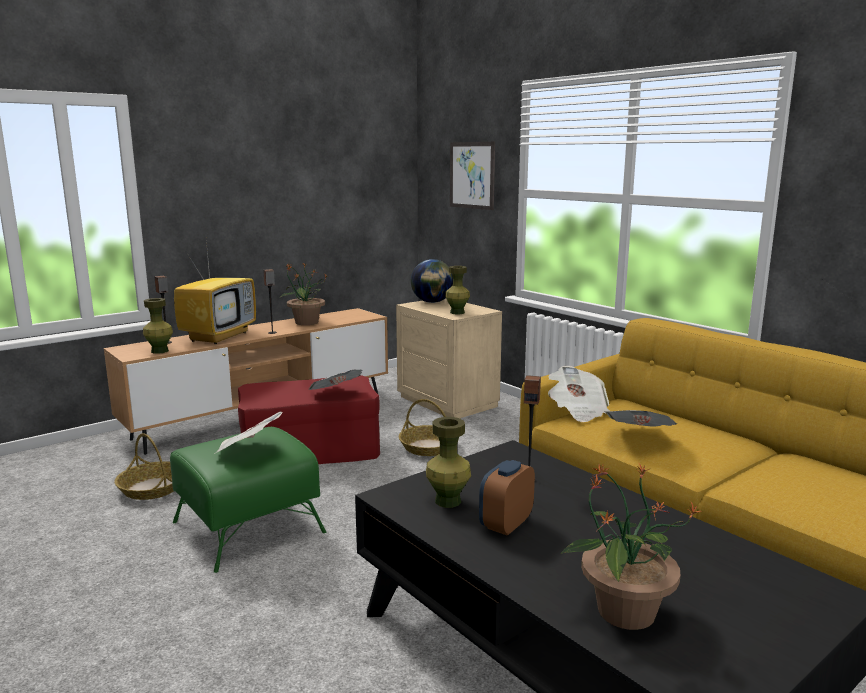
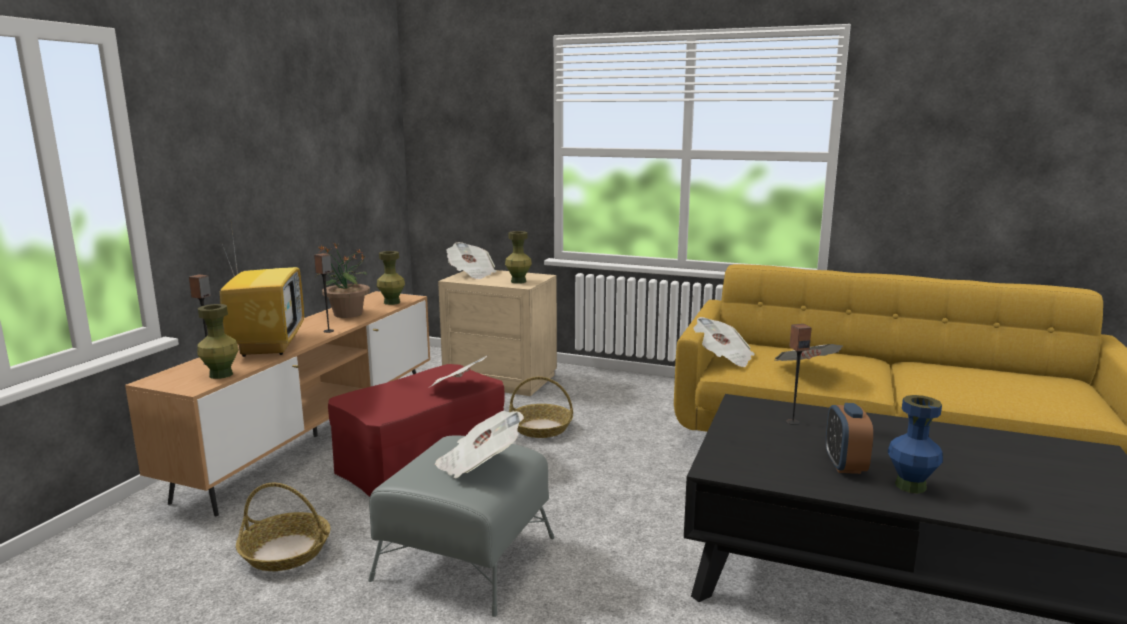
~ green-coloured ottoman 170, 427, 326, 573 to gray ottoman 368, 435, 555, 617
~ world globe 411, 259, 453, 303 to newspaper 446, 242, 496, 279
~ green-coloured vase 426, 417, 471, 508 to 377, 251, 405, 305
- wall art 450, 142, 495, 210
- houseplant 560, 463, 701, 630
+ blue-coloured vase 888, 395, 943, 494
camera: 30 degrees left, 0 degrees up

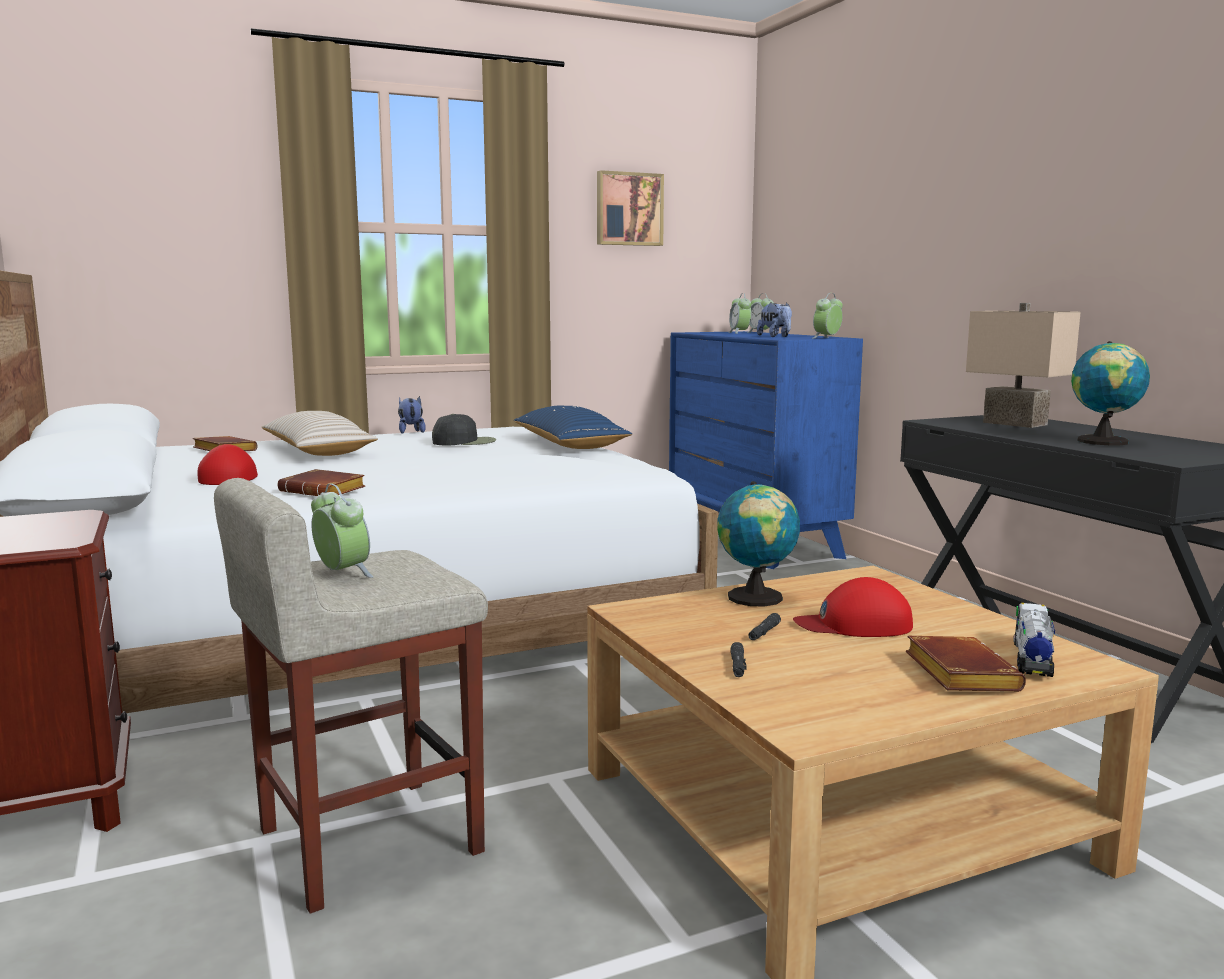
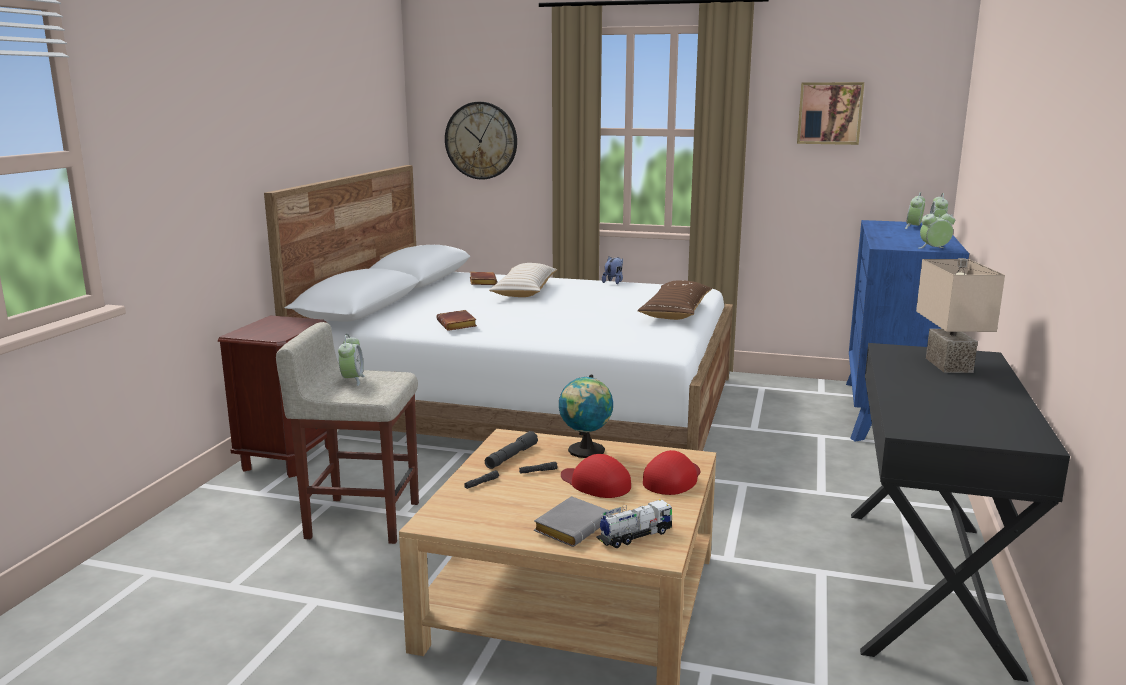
~ red baseball cap 197, 444, 258, 485 to 643, 450, 700, 495
- blackish baseball cap 432, 414, 496, 446
~ blue-coloured cushion 514, 406, 632, 449 to brown cushion 637, 280, 712, 320
- soft toy 757, 302, 792, 337
~ brown book 906, 636, 1026, 692 to gray book 534, 496, 608, 547
- world globe 1071, 341, 1150, 445
+ hanging clock 445, 102, 517, 180
+ gray torch 485, 431, 538, 469
camera: 40 degrees right, 5 degrees up

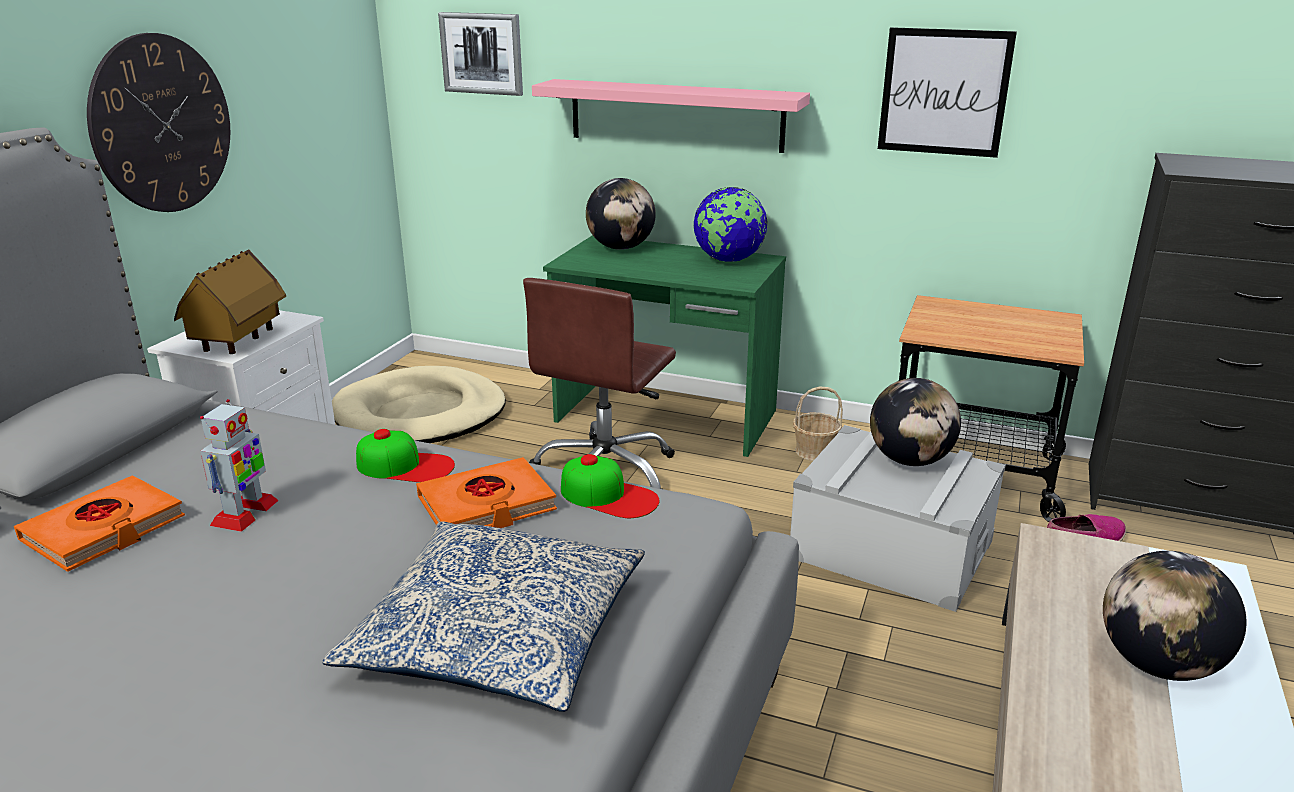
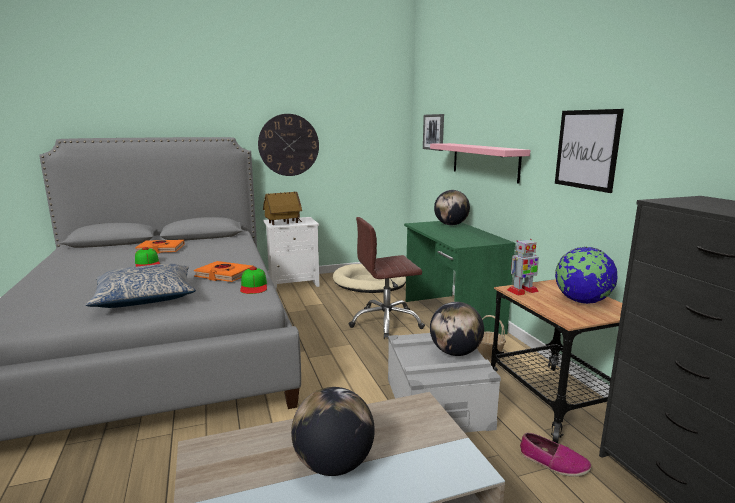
~ robot figure 200, 399, 279, 532 to 507, 239, 539, 296
~ baseball cap 356, 429, 455, 482 to 135, 247, 160, 267
~ world globe 694, 187, 767, 262 to 555, 247, 617, 304
camera: 50 degrees right, 10 degrees down

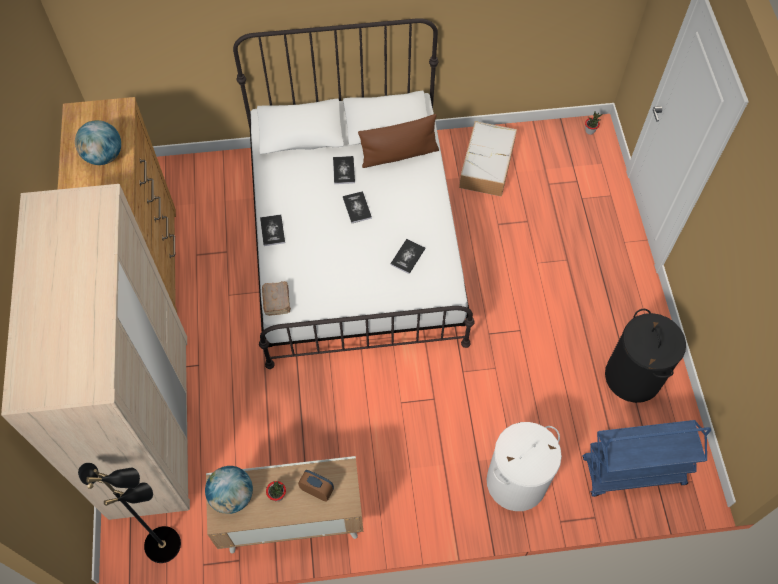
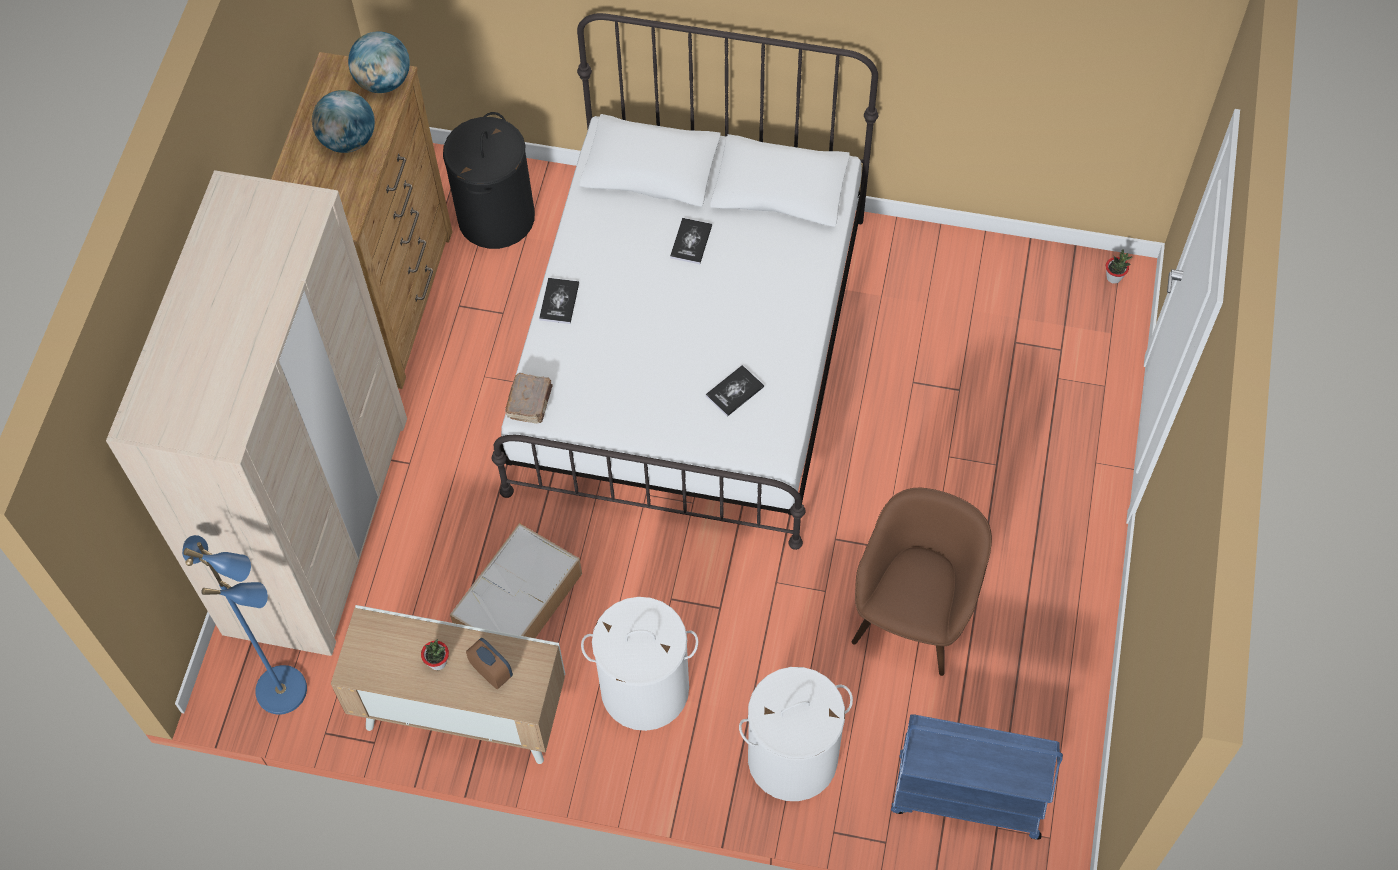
~ blackish standard lamp 78, 463, 181, 563 to blue-coloured standard lamp 182, 535, 307, 715
~ world globe 205, 466, 253, 514 to 348, 31, 410, 93
- book 343, 191, 372, 223
- brown cushion 358, 114, 439, 168
~ storage container 459, 121, 517, 197 to 450, 523, 582, 638
~ blackish laundry basket 605, 309, 686, 403 to 443, 112, 535, 249
+ white-coloured laundry basket 581, 597, 698, 731
+ brown lounge chair 852, 488, 992, 676
camera: 20 degrees right, 0 degrees up

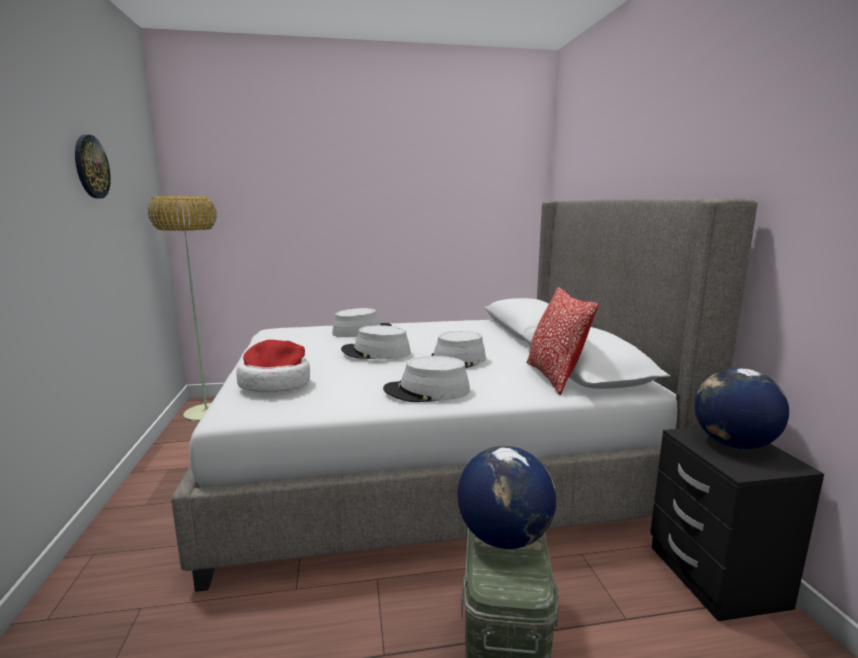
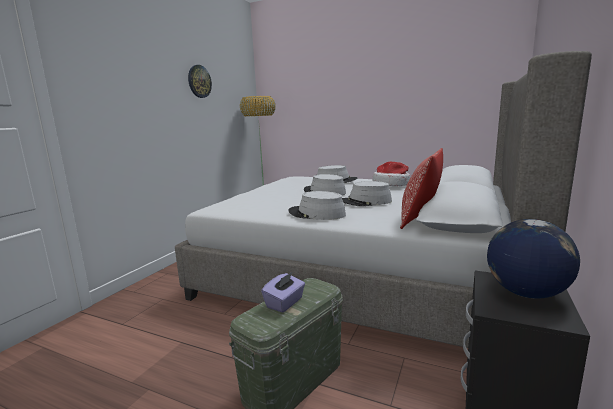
~ clothing hat 237, 340, 310, 392 to 373, 161, 410, 186
~ world globe 458, 446, 556, 549 to purple-coloured box of tissues 261, 272, 305, 313
camera: 35 degrees right, 0 degrees up

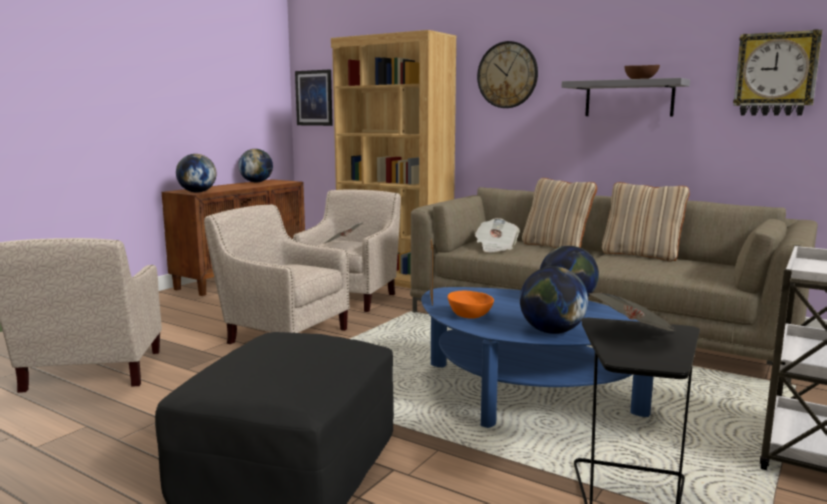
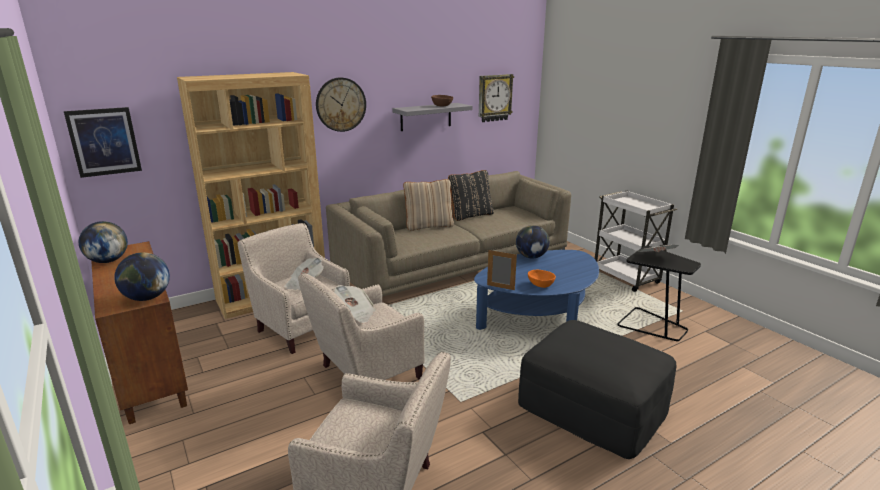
~ newspaper 475, 218, 520, 253 to 334, 285, 376, 323
- world globe 520, 266, 588, 334
~ beige-coloured cushion 602, 182, 690, 261 to blackish cushion 448, 170, 494, 221
camera: 65 degrees left, 10 degrees up

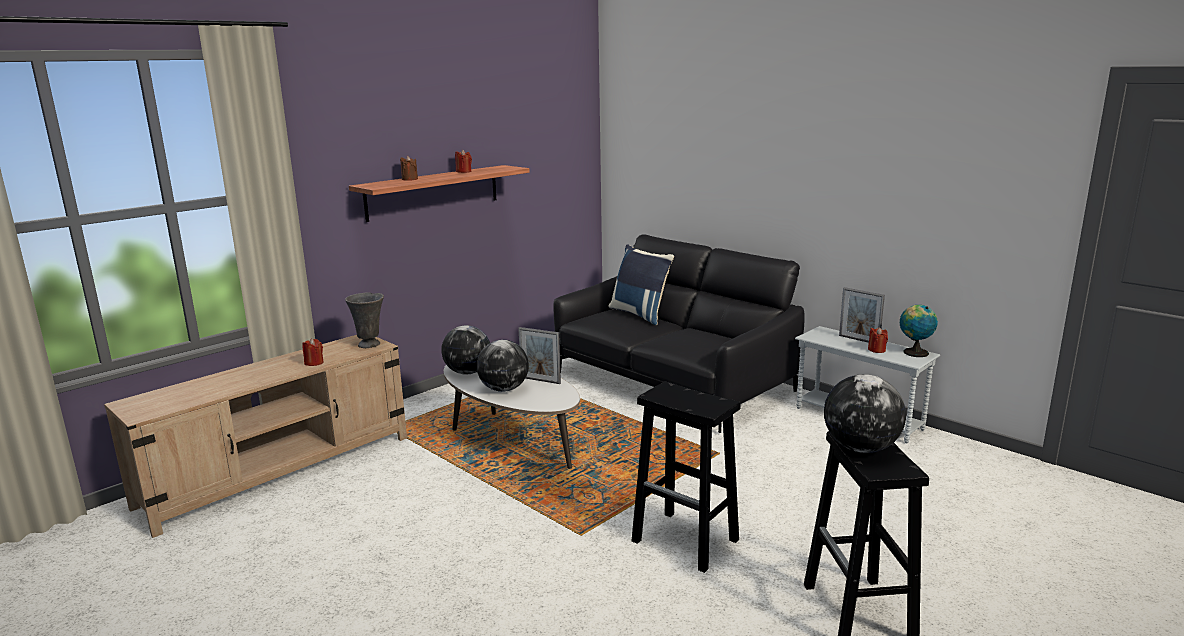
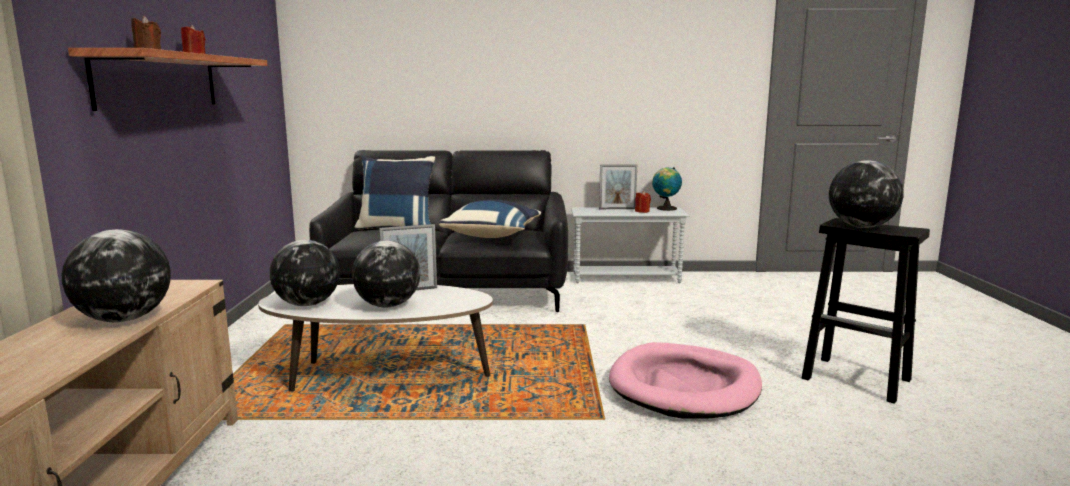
~ red candle 302, 338, 324, 366 to world globe 62, 229, 171, 322
- gray vase 345, 292, 384, 348
~ blackish stool seat 632, 382, 740, 573 to pinkish dog bed 609, 342, 762, 418
+ blue-coloured cushion 439, 200, 541, 238
camera: 45 degrees left, 5 degrees down

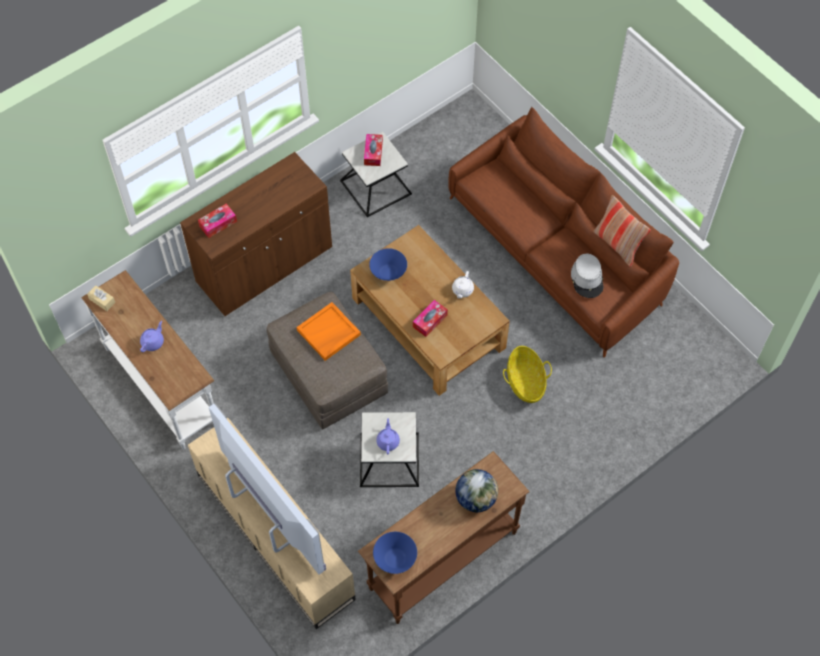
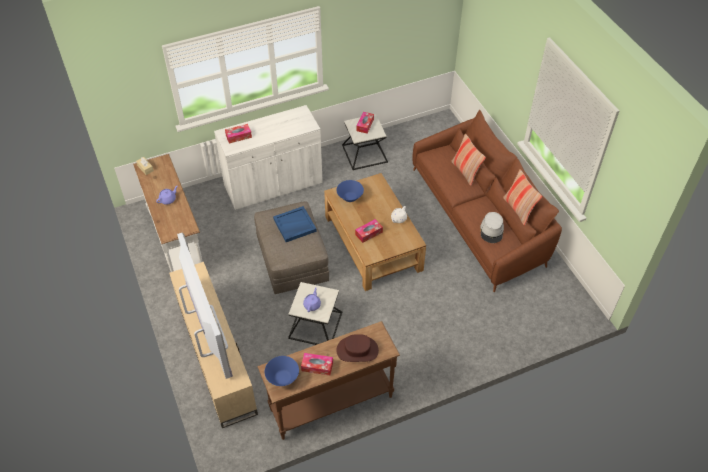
~ brown storage cabinet 180, 152, 332, 316 to white-coloured storage cabinet 214, 105, 323, 210
~ orange carrying tray 296, 302, 361, 361 to blue-coloured carrying tray 273, 206, 317, 242
~ world globe 455, 469, 498, 512 to brown clothing hat 336, 334, 379, 362
- household basket 503, 346, 552, 403
+ box of tissues 301, 353, 333, 375
+ cushion 451, 134, 486, 186
camera: 15 degrees right, 10 degrees down

